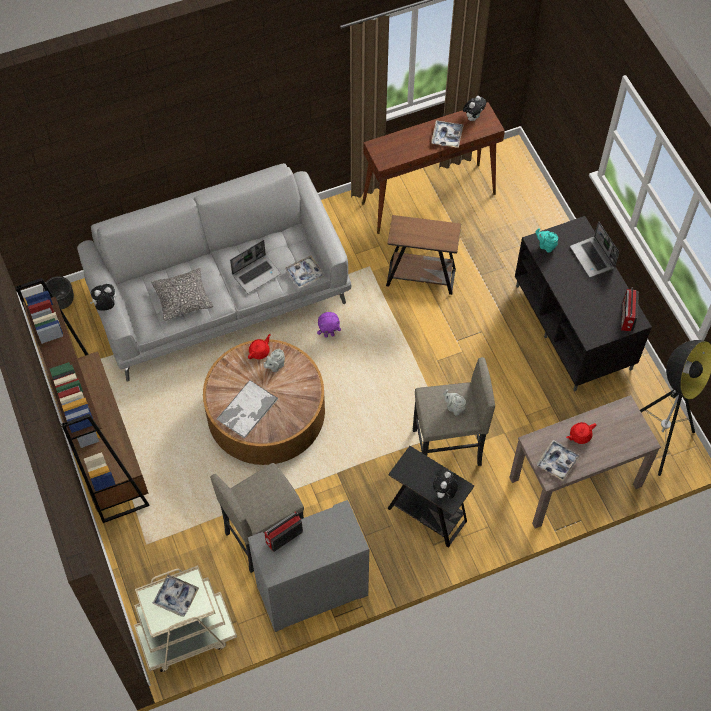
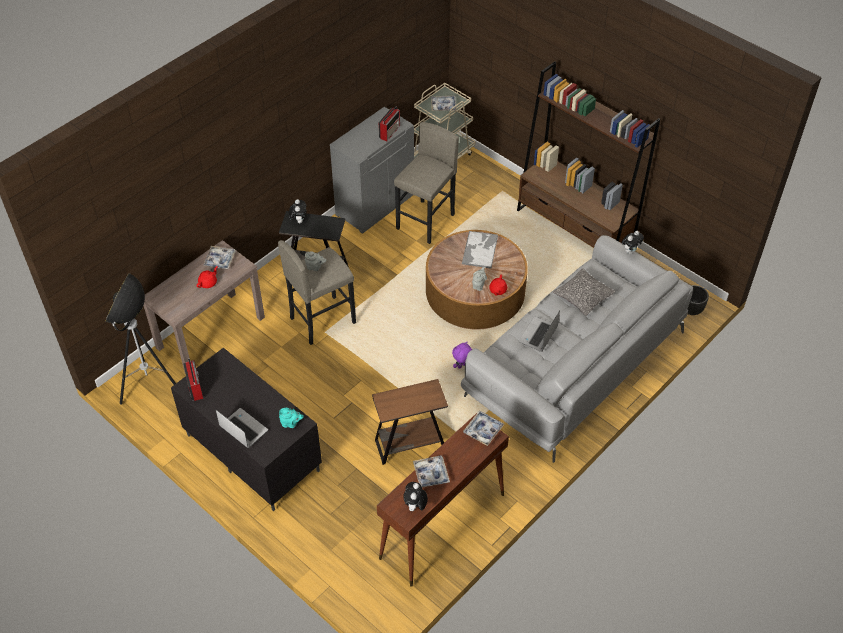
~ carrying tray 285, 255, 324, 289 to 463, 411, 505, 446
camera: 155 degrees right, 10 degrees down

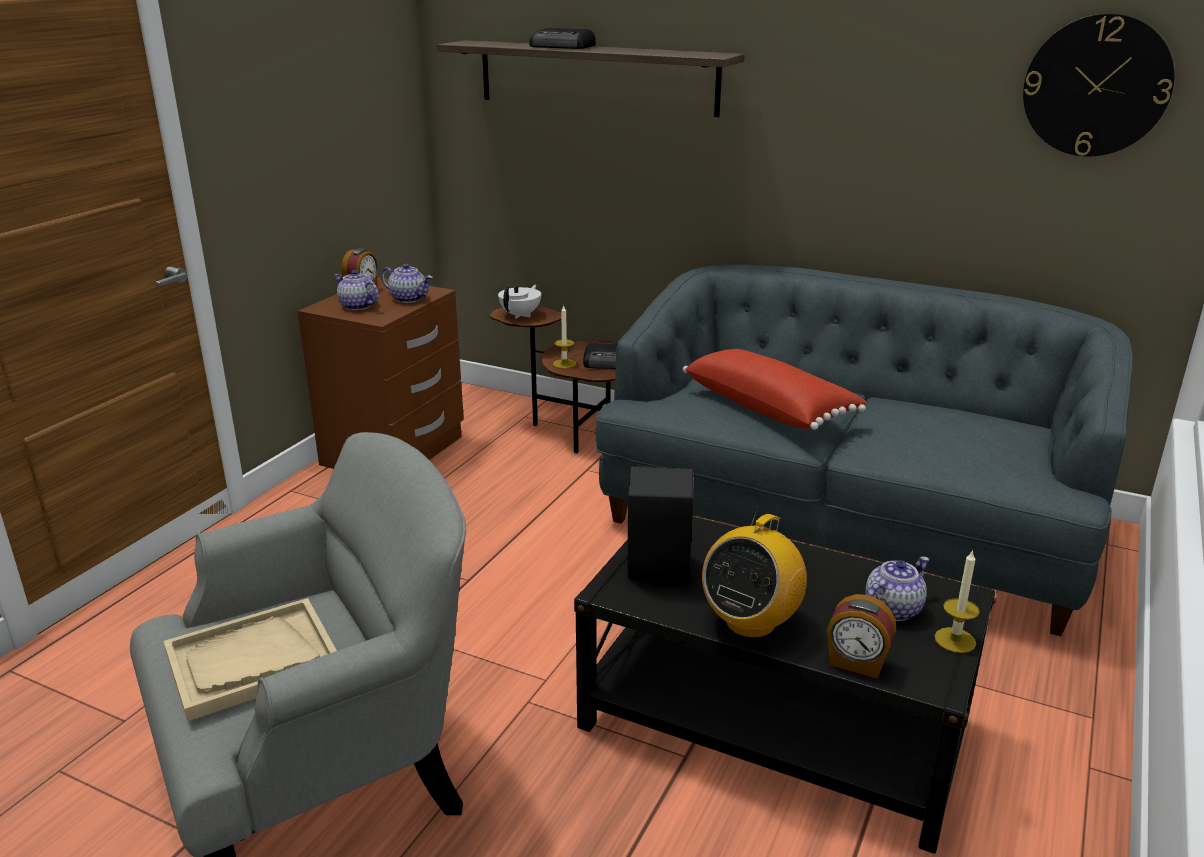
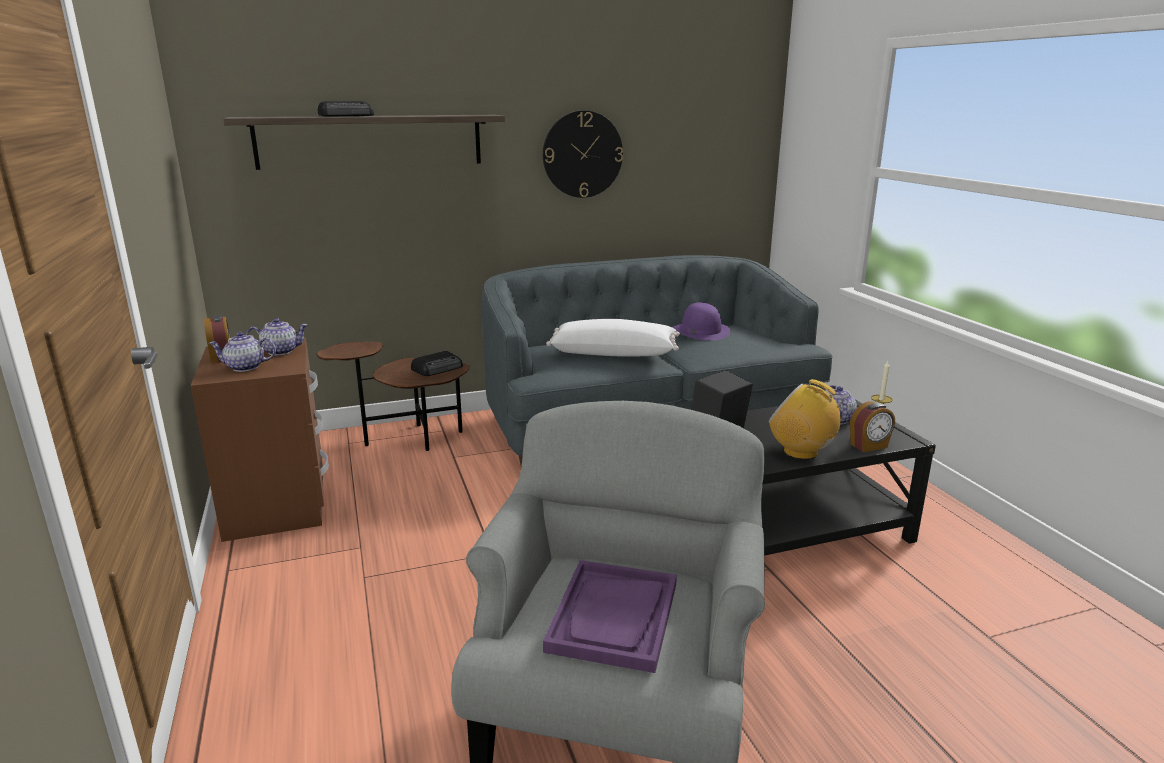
~ beige-coloured carrying tray 164, 598, 337, 721 to purple-coloured carrying tray 543, 560, 677, 673
- white-coloured teapot 498, 285, 541, 319
- candle 553, 304, 576, 368
~ red cushion 683, 349, 867, 430 to white-coloured cushion 546, 319, 680, 356
~ radio receiver 702, 510, 807, 639 = 769, 379, 851, 460 135 degrees clockwise
~ hanging clock 1023, 14, 1175, 157 to 543, 111, 623, 198
+ purple-coloured clothing hat 673, 302, 730, 340
camera: 45 degrees left, 5 degrees down

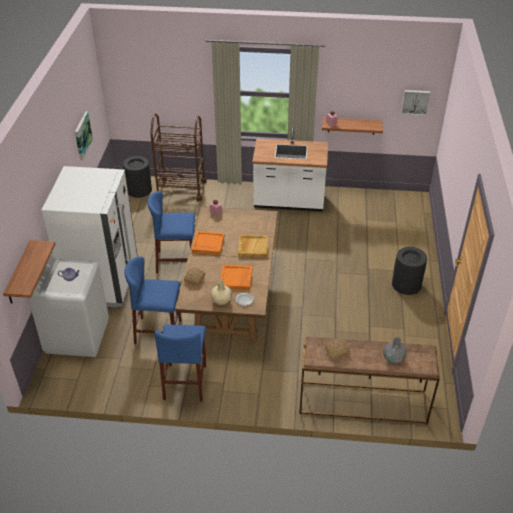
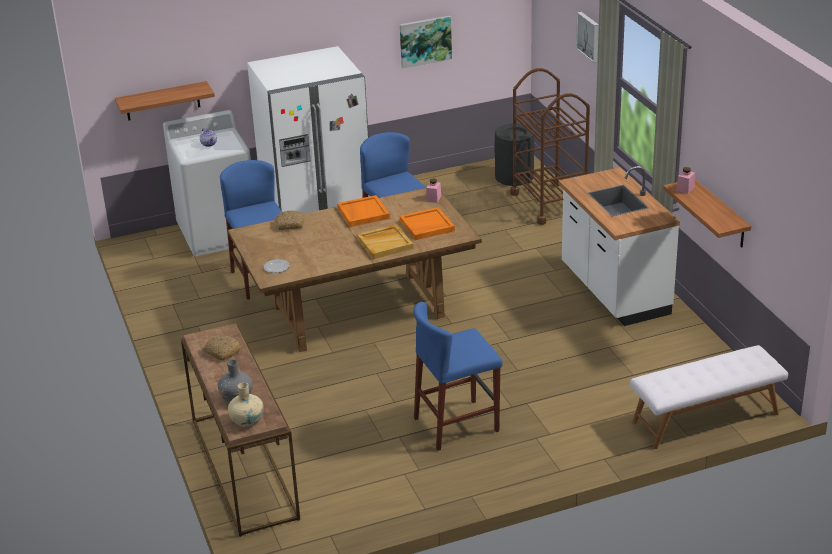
~ blue-coloured stool seat 155, 325, 206, 401 to 413, 302, 503, 451
~ beige-coloured vase 211, 280, 232, 305 to 228, 382, 264, 427
~ orange carrying tray 220, 265, 253, 290 to 400, 207, 455, 240
- blackish trash can 392, 247, 427, 295
~ wall art 401, 90, 431, 115 to 576, 12, 599, 63
+ white-coloured long seat 630, 345, 788, 449
camera: 65 degrees right, 10 degrees down

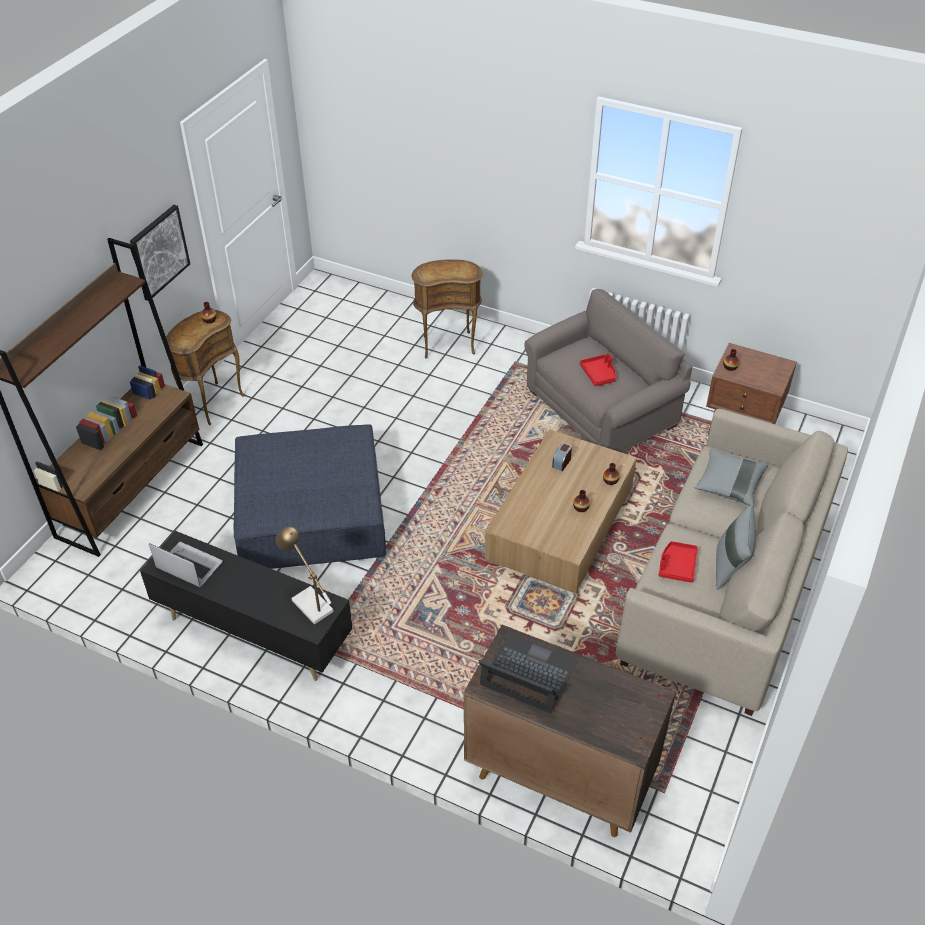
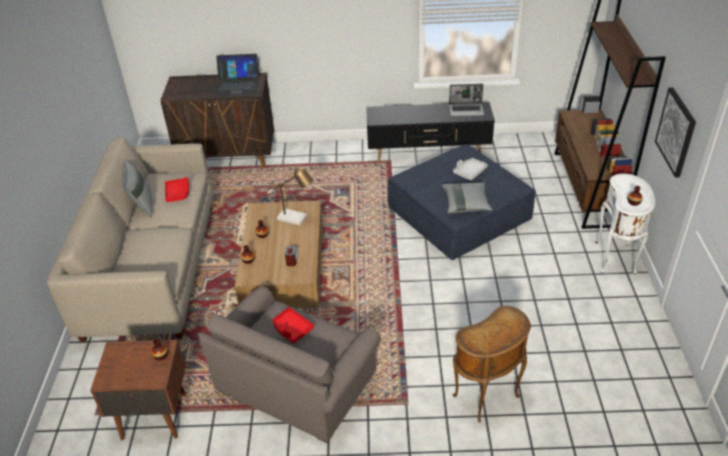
~ brown end table 166, 310, 245, 425 to white-coloured end table 595, 174, 655, 274
~ table lamp 276, 526, 334, 624 to 267, 166, 313, 225
~ gray cushion 695, 449, 768, 507 to 442, 182, 493, 214
+ gray carrying tray 453, 158, 488, 180
camera: 155 degrees right, 5 degrees down

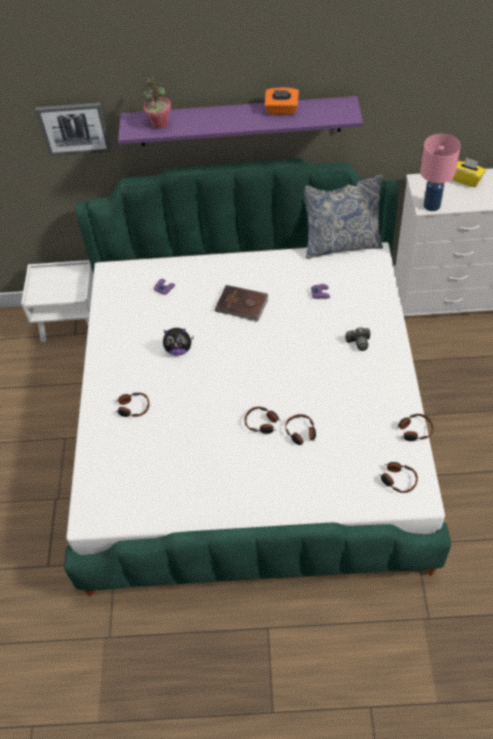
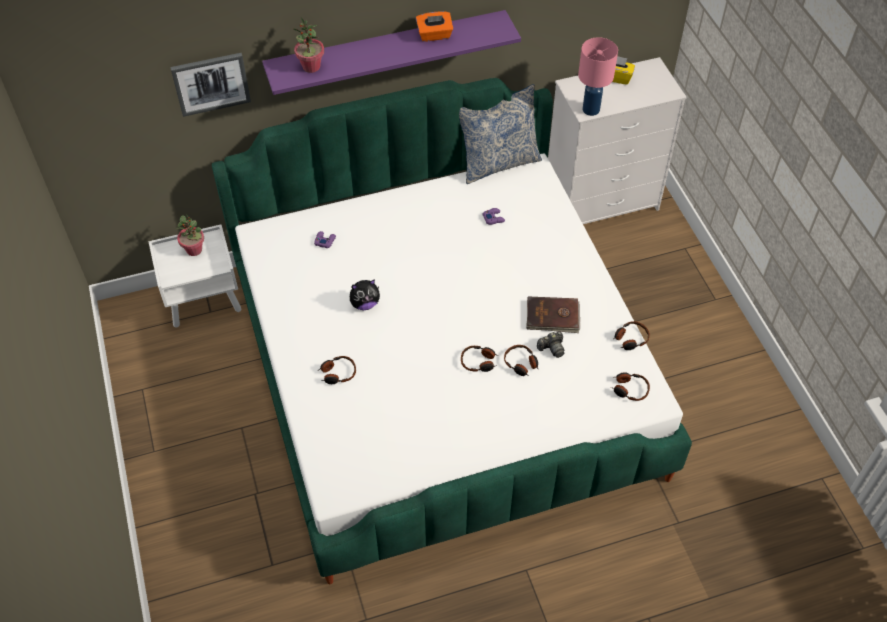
~ brown book 215, 285, 268, 322 to 526, 296, 580, 333
~ still camera 345, 327, 370, 351 to 537, 331, 565, 358
+ houseplant 177, 214, 204, 256
camera: 20 degrees left, 0 degrees up

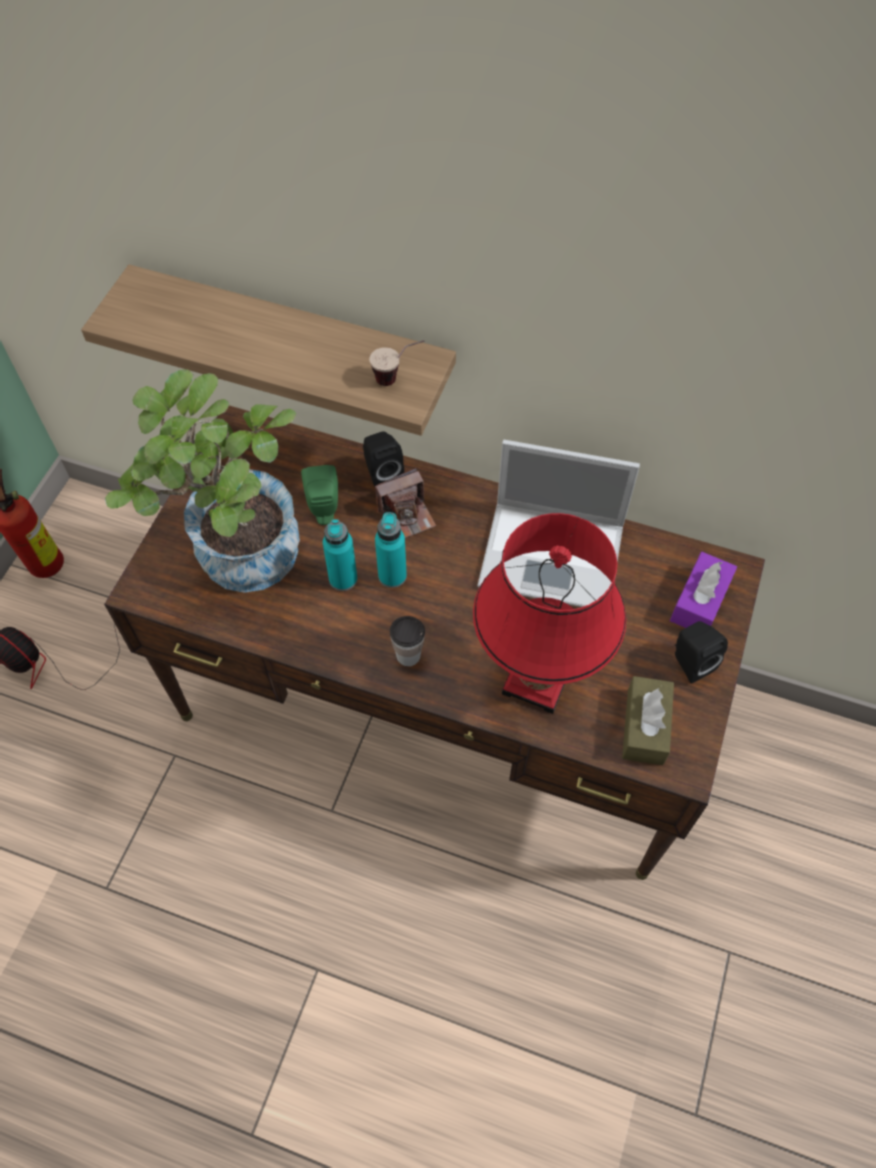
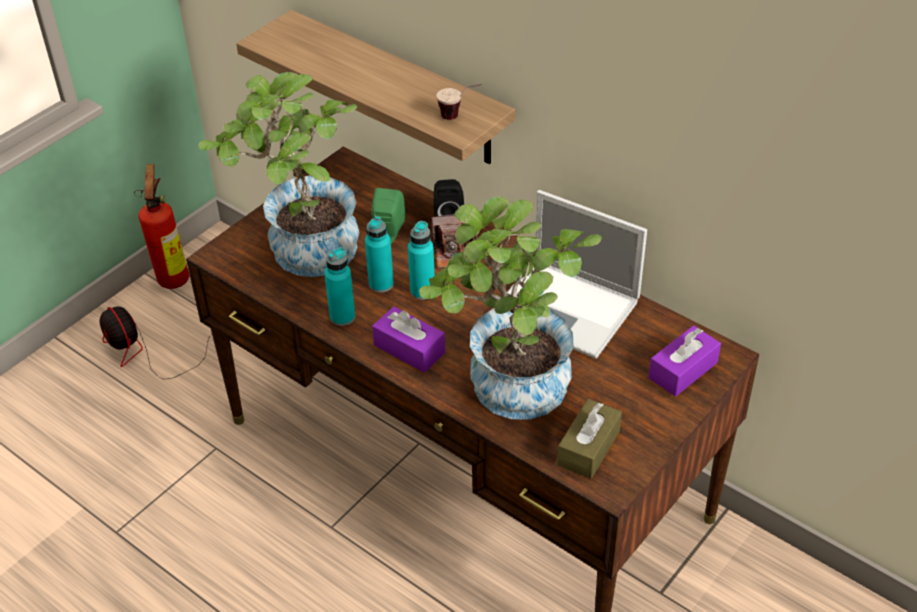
~ cup 390, 616, 425, 666 to purple-coloured box of tissues 372, 307, 445, 373
~ red table lamp 473, 513, 626, 714 to houseplant 419, 196, 602, 420
- blackish speaker 675, 621, 728, 684
+ blue-green beverage bottle 324, 247, 355, 326
camera: 20 degrees right, 15 degrees down

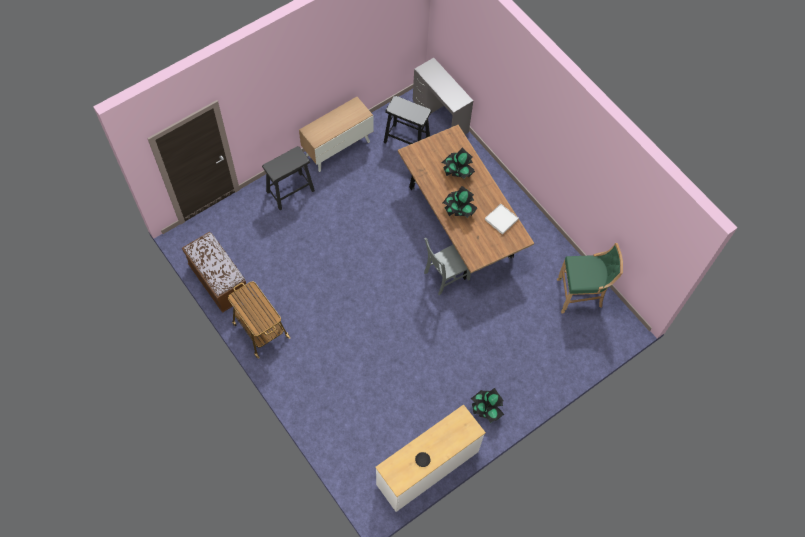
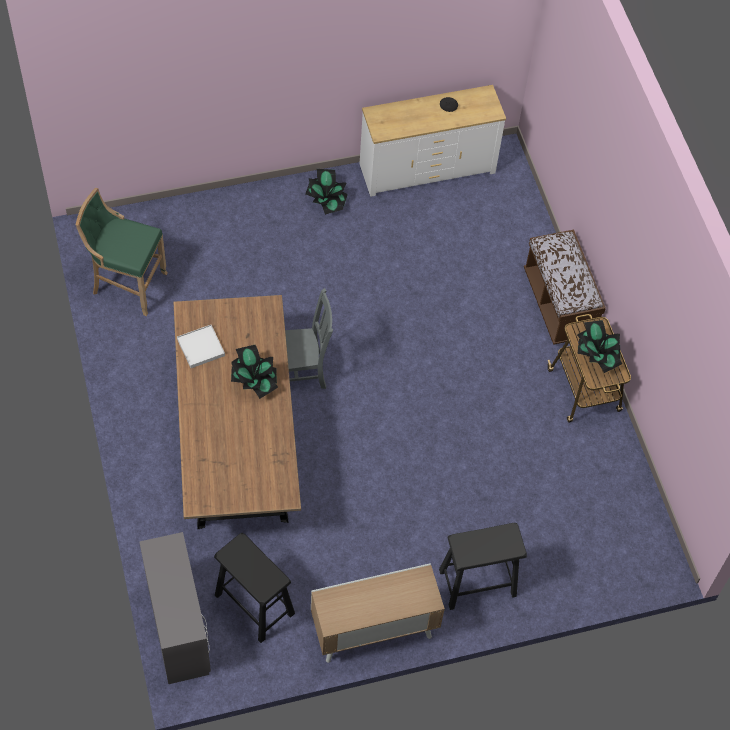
~ brown long seat 182, 232, 248, 313 to 524, 230, 606, 345
~ houseplant 442, 148, 475, 179 to 577, 320, 622, 373
camera: 160 degrees left, 5 degrees down

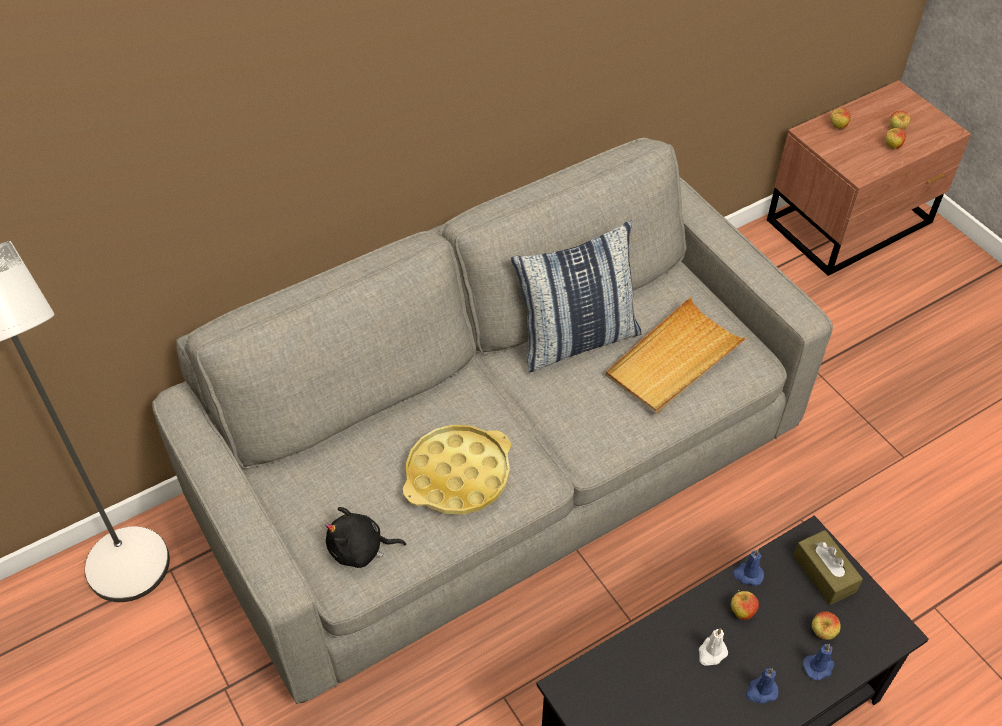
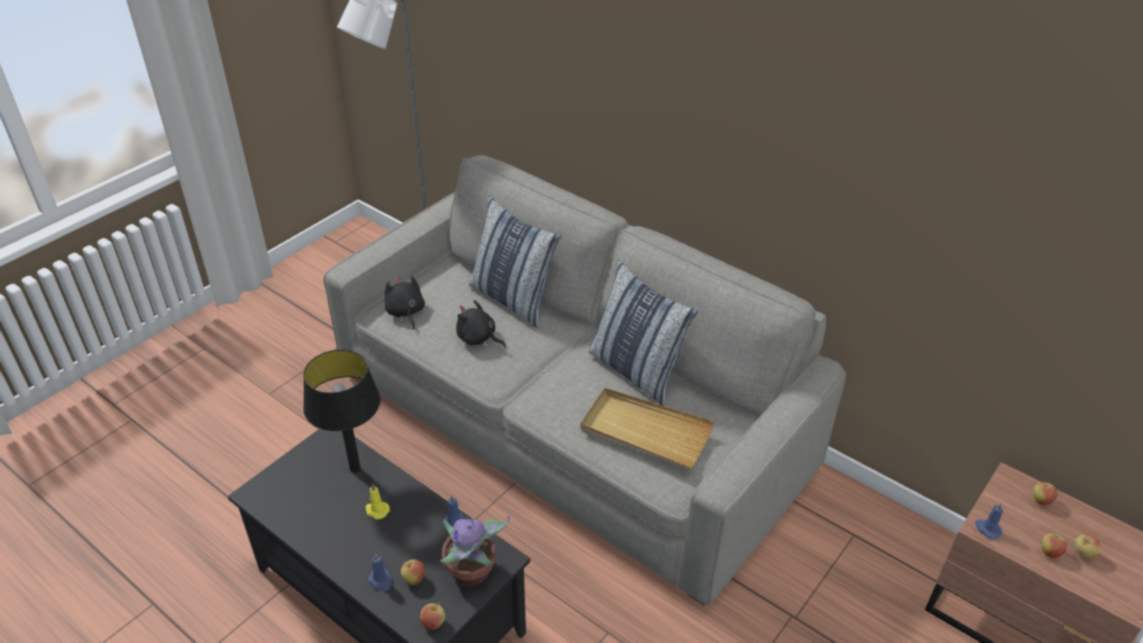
~ yellow-coloured carrying tray 403, 425, 511, 514 to blackish soft toy 456, 300, 506, 348
~ white-coloured candle 698, 628, 728, 665 to yellow-coloured candle 365, 484, 390, 519
~ apple fruit 731, 590, 759, 620 to 420, 602, 445, 630
~ blue-coloured candle 746, 668, 778, 704 to 975, 502, 1003, 539
~ brown box of tissues 793, 530, 863, 605 to houseplant 440, 515, 510, 586
+ blackish table lamp 303, 350, 380, 473
+ cushion 469, 196, 561, 327
camera: 70 degrees right, 10 degrees down

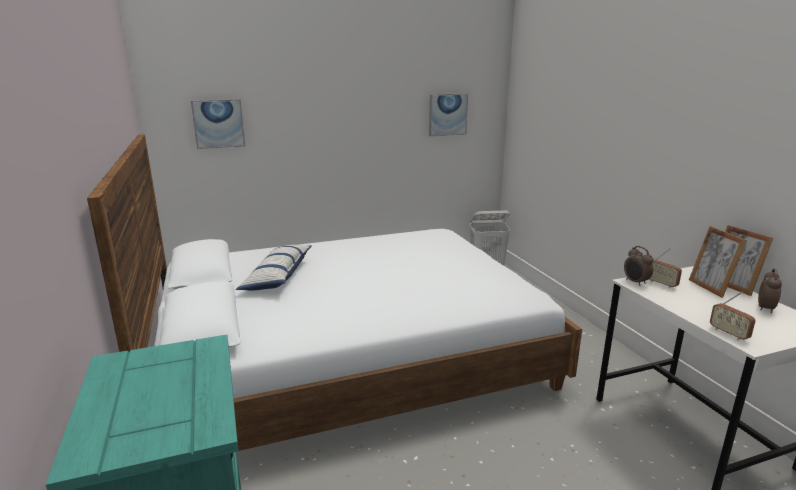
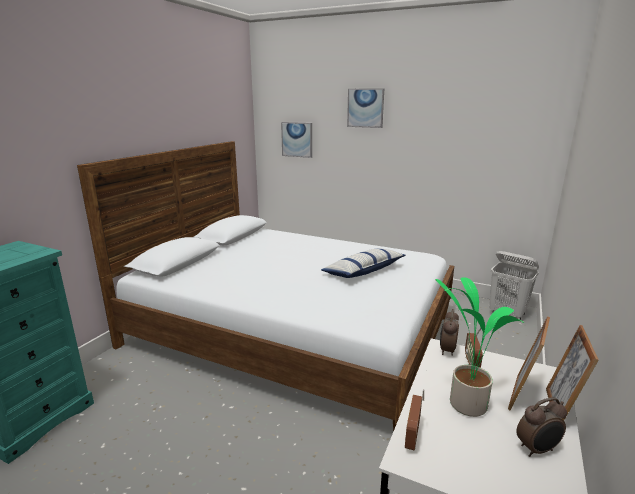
~ cushion 236, 245, 312, 291 to 321, 249, 405, 278
~ wall art 429, 93, 468, 136 to 347, 88, 384, 128
+ houseplant 435, 277, 524, 417
camera: 45 degrees right, 0 degrees up

